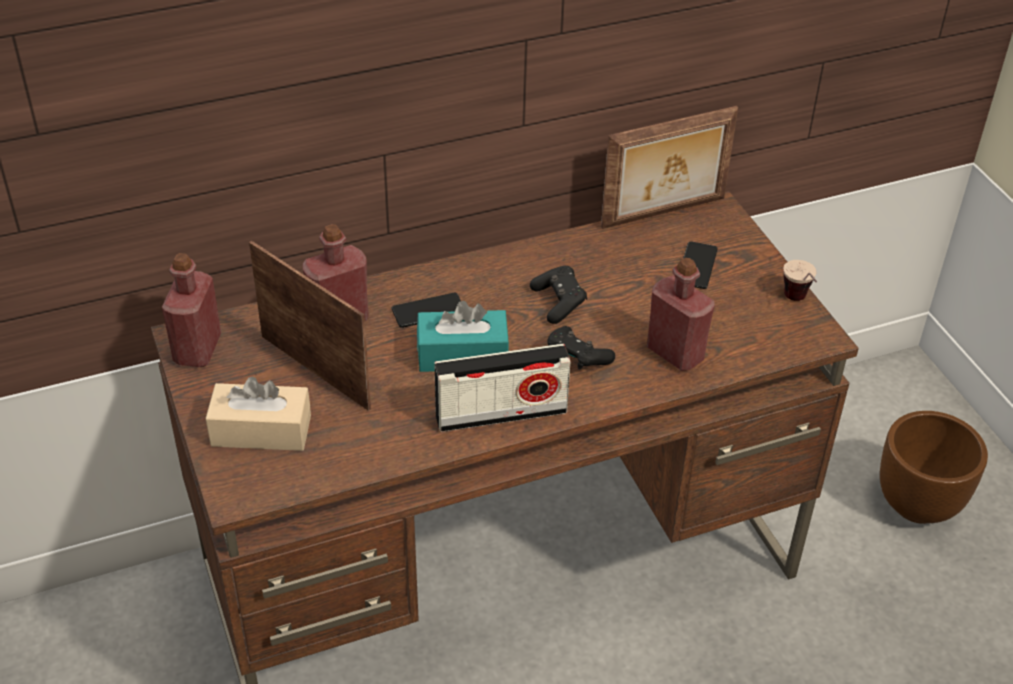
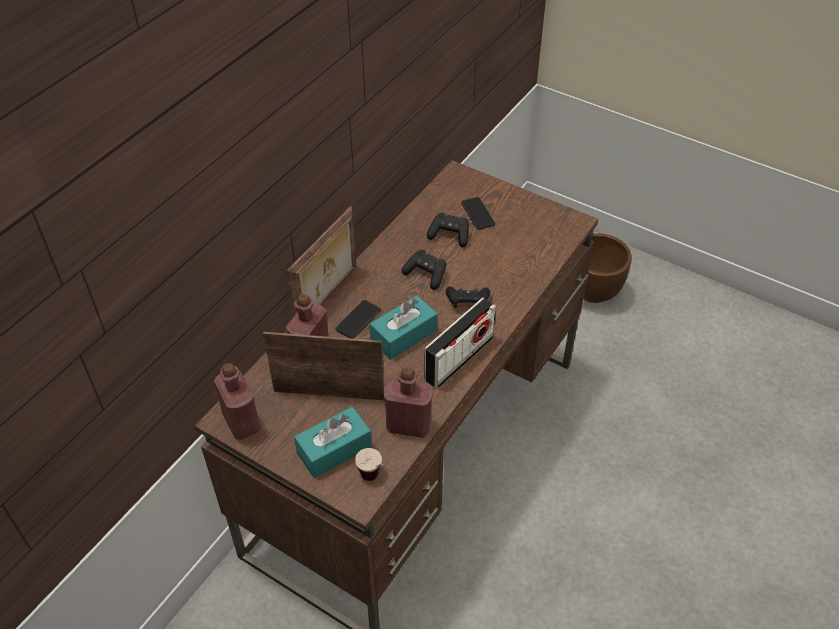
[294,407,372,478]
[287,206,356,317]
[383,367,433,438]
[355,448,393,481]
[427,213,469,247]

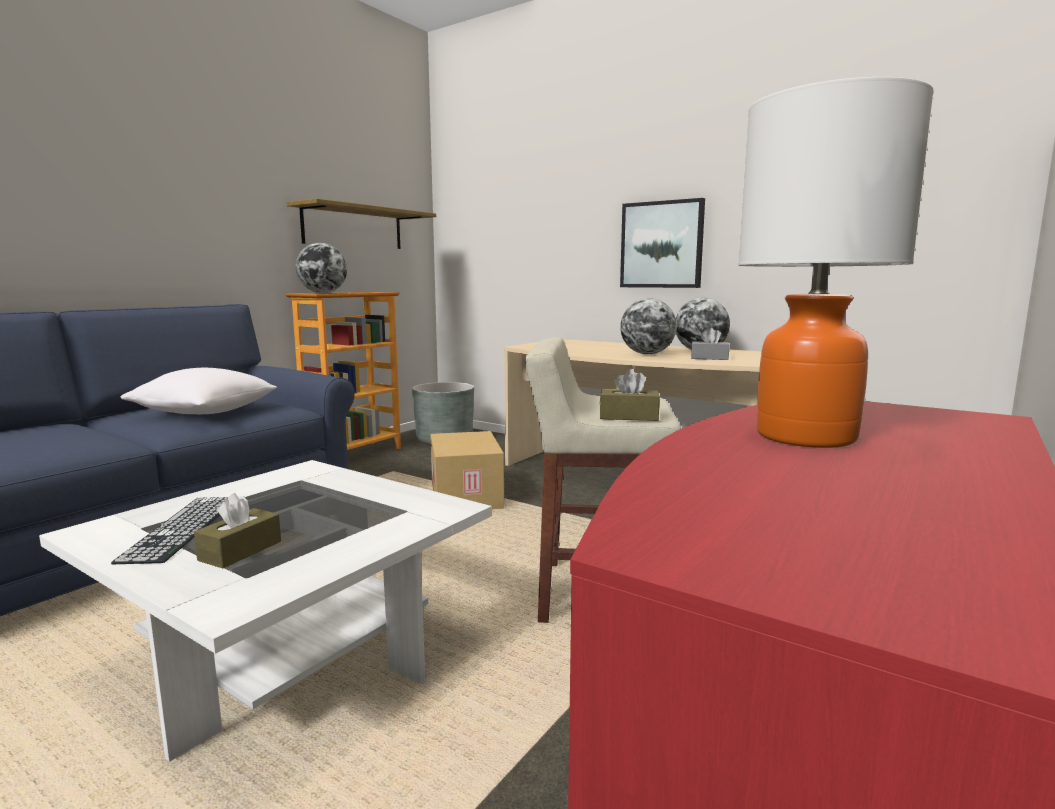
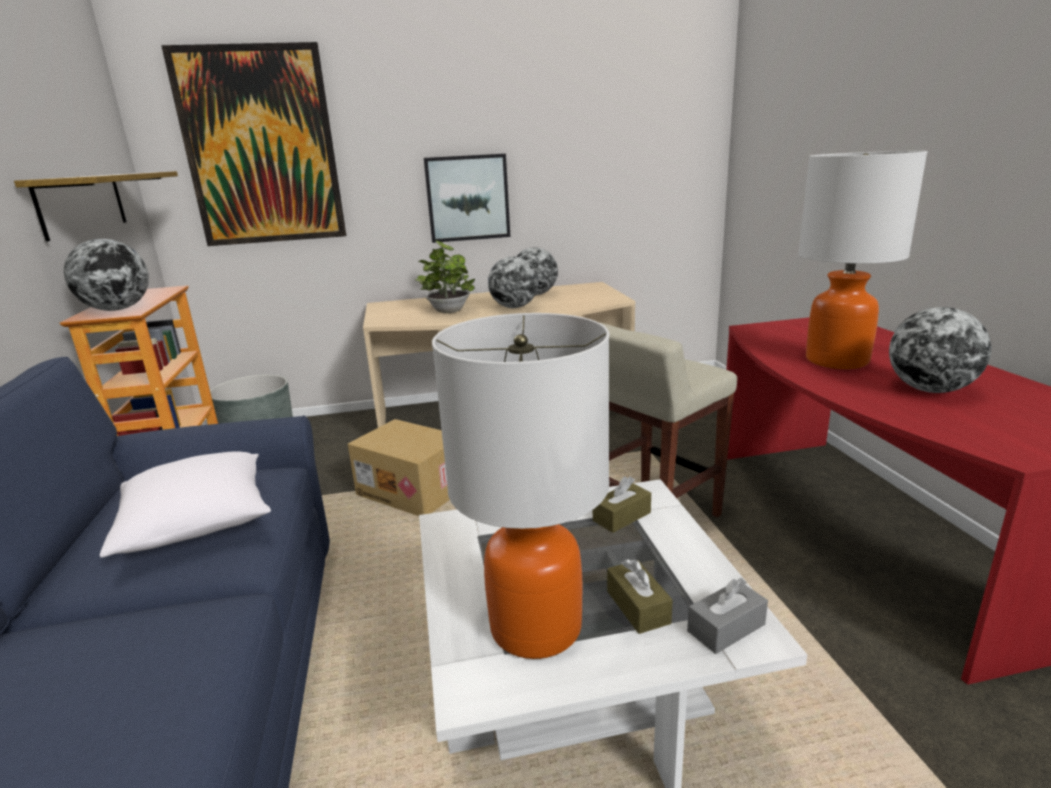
[432,313,609,659]
[593,476,651,533]
[687,578,768,654]
[161,42,346,246]
[415,241,475,313]
[889,307,991,393]

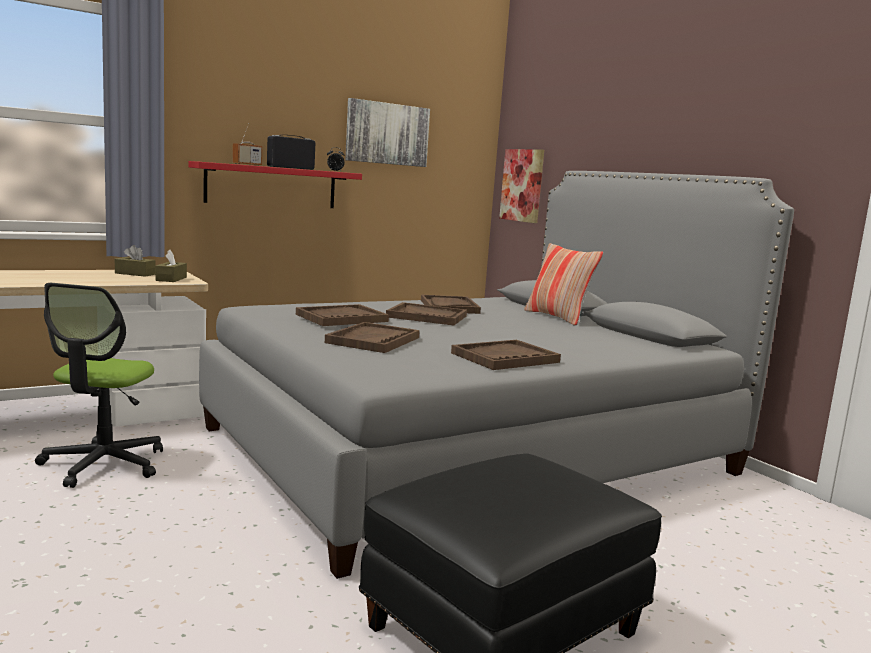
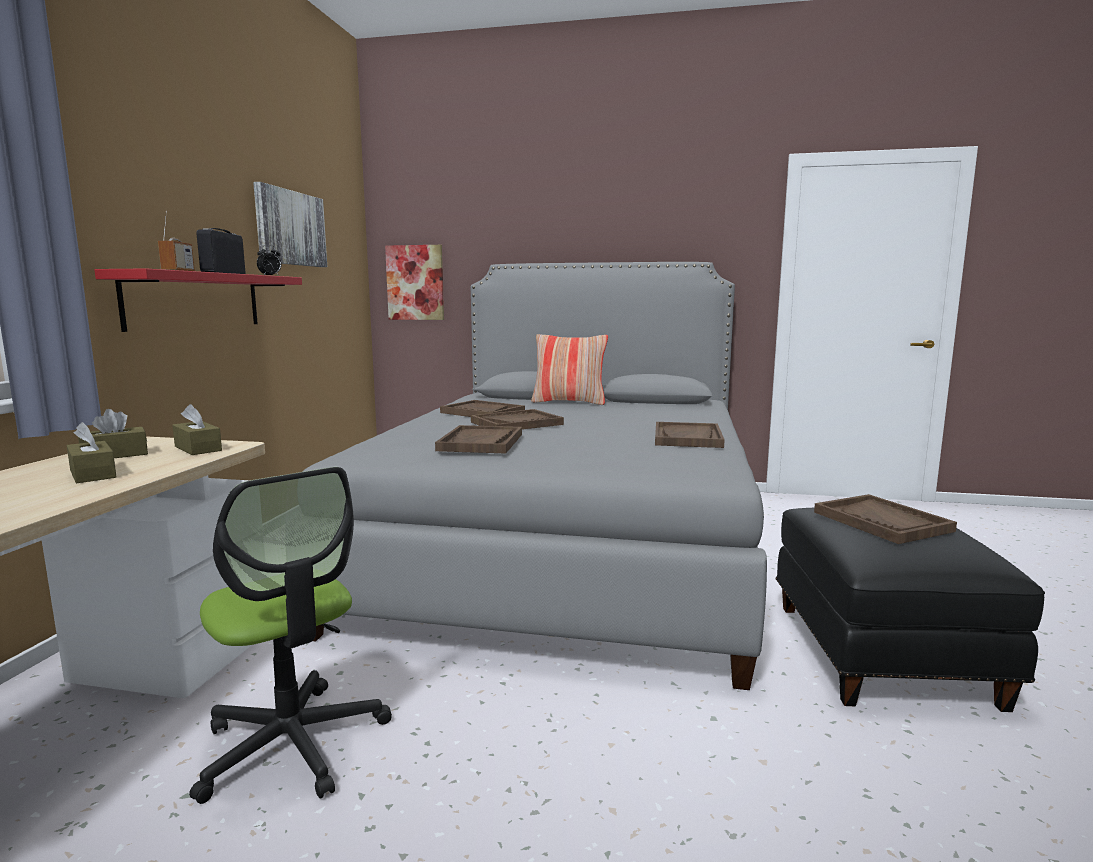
[814,494,957,544]
[67,422,116,483]

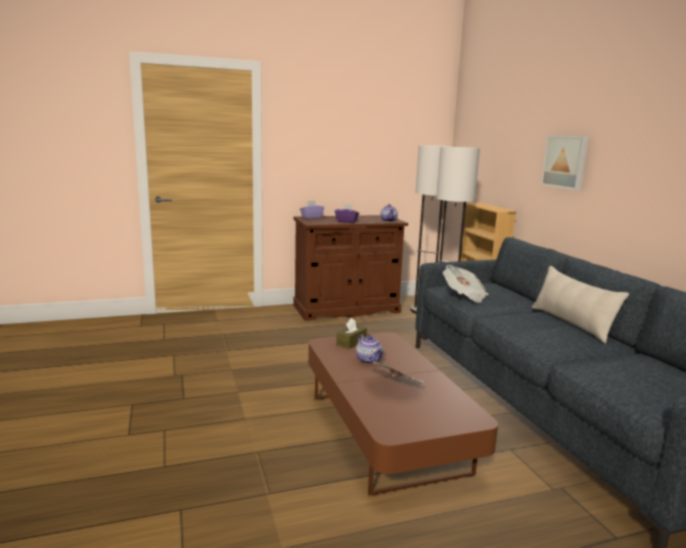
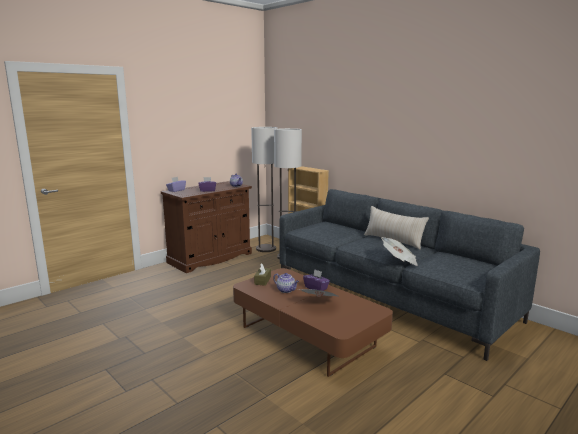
[381,237,418,266]
[541,136,589,190] (first image)
[303,269,330,291]

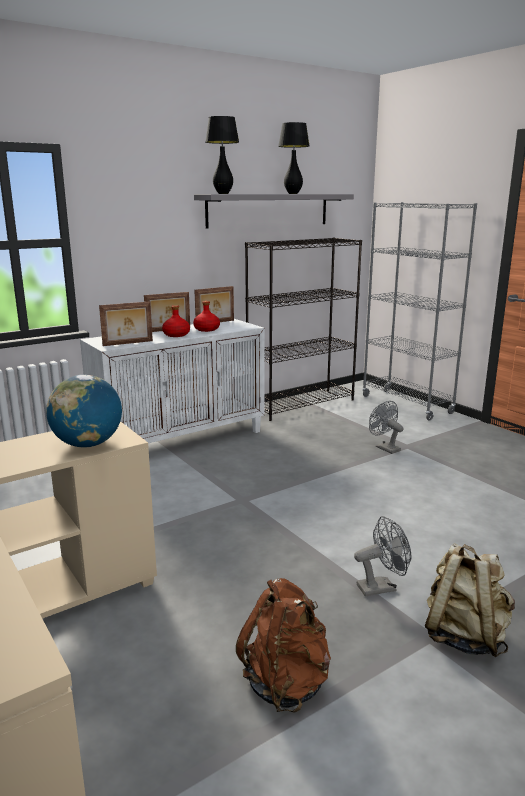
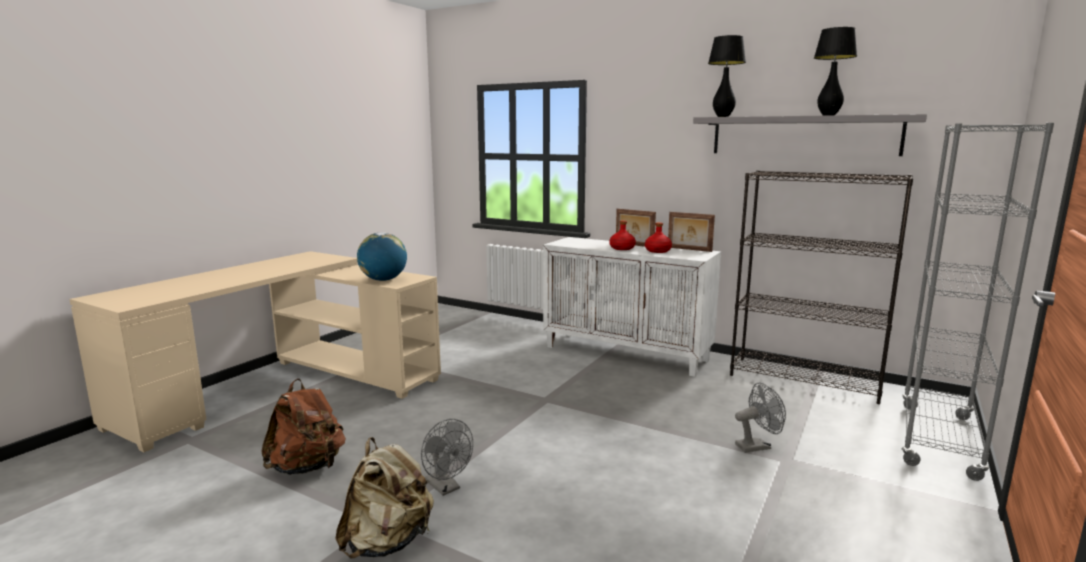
[99,301,153,346] (first image)
[735,382,786,453]

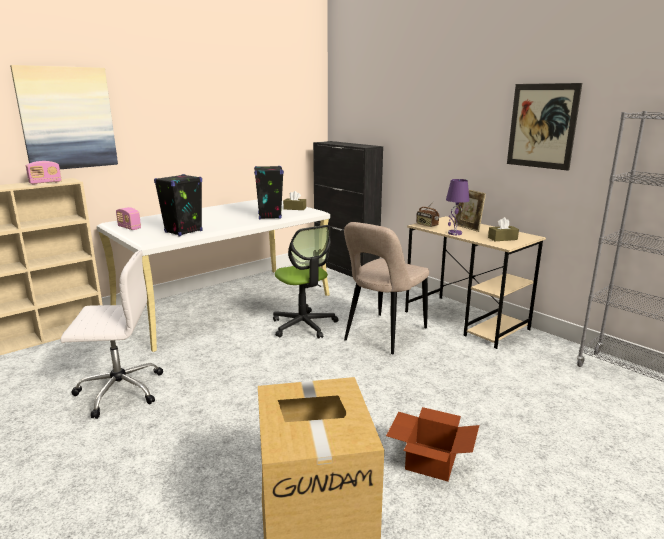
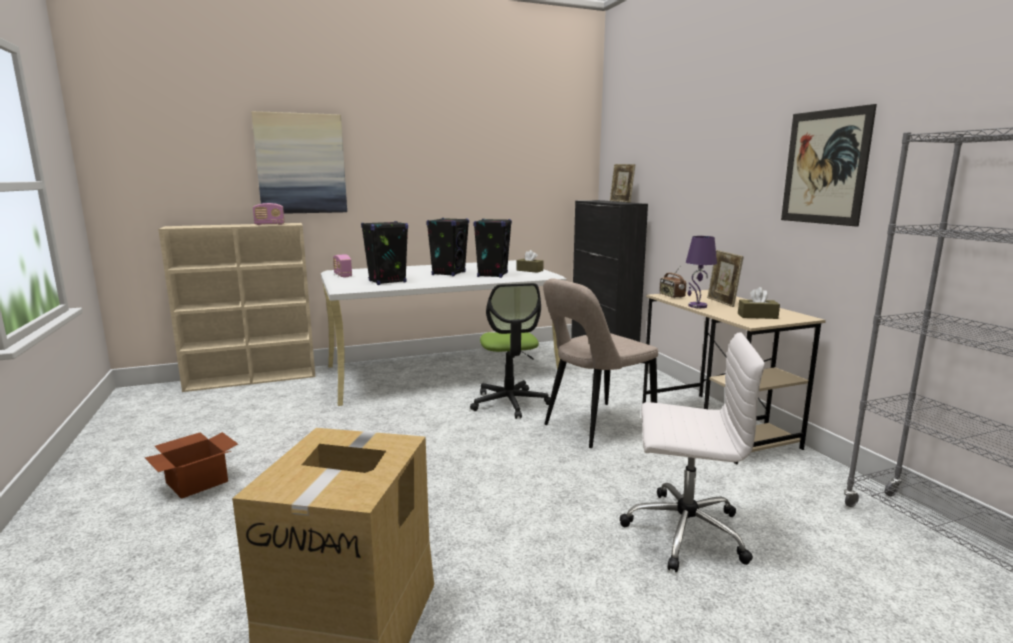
[620,332,765,572]
[145,432,238,499]
[426,218,469,276]
[610,164,636,202]

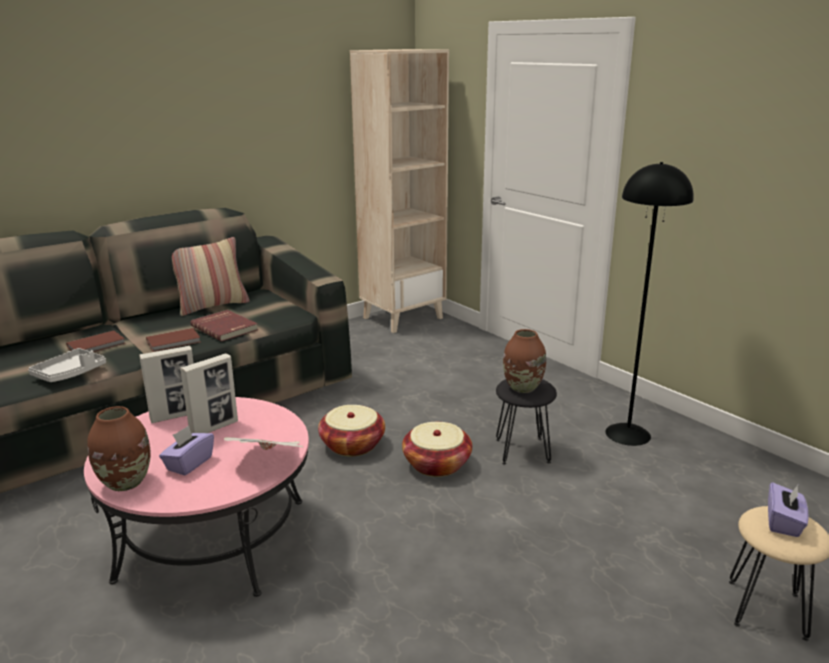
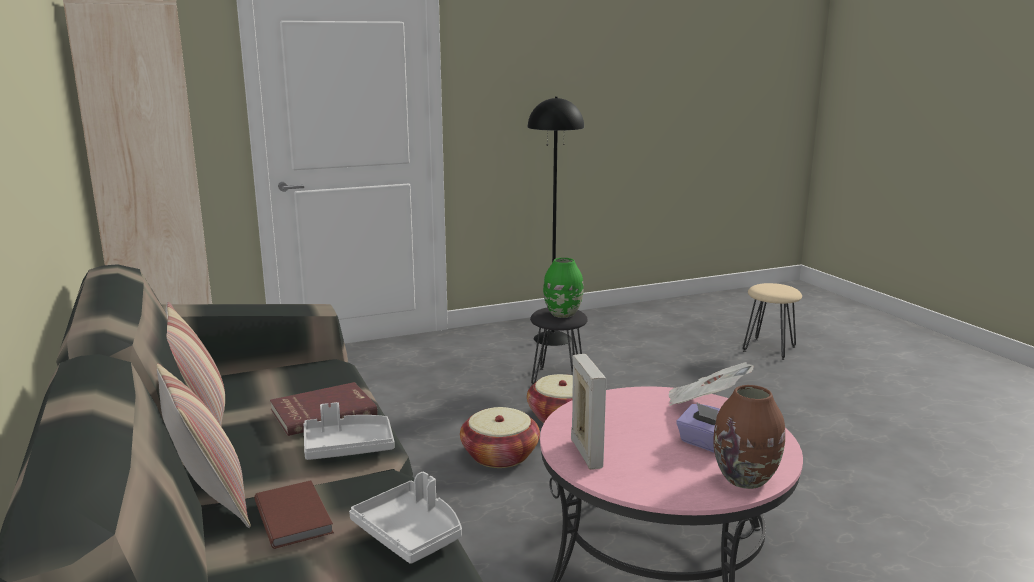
[304,402,394,460]
[180,354,238,434] (first image)
[543,258,584,318]
[768,482,809,537] (first image)
[157,363,251,528]

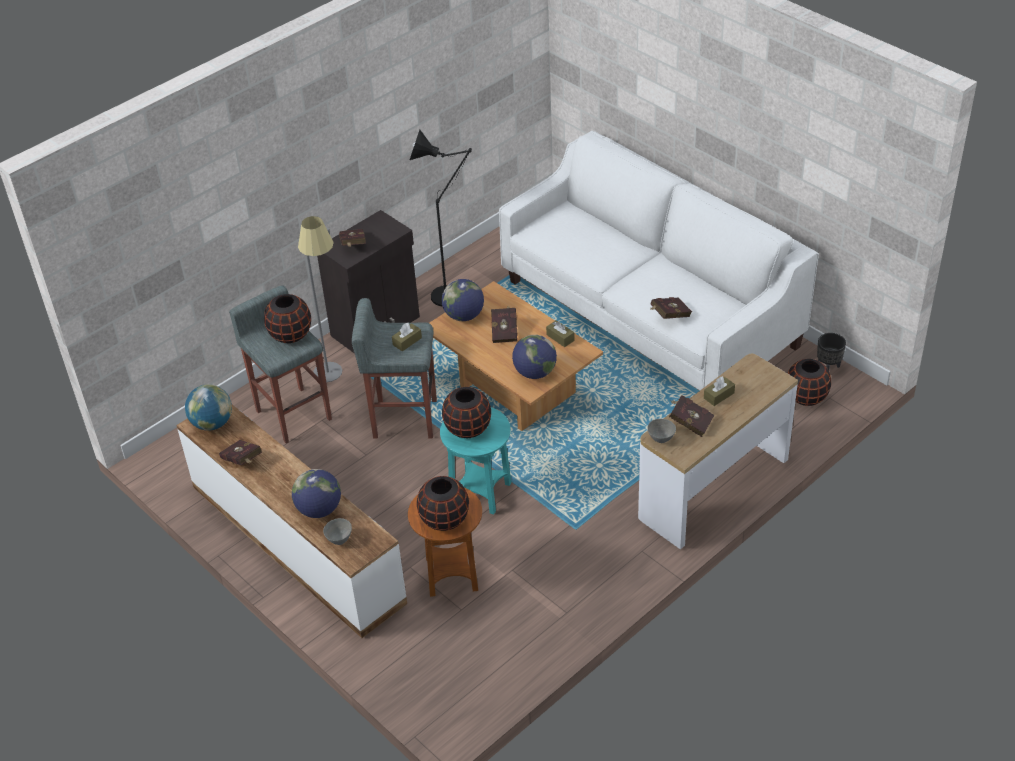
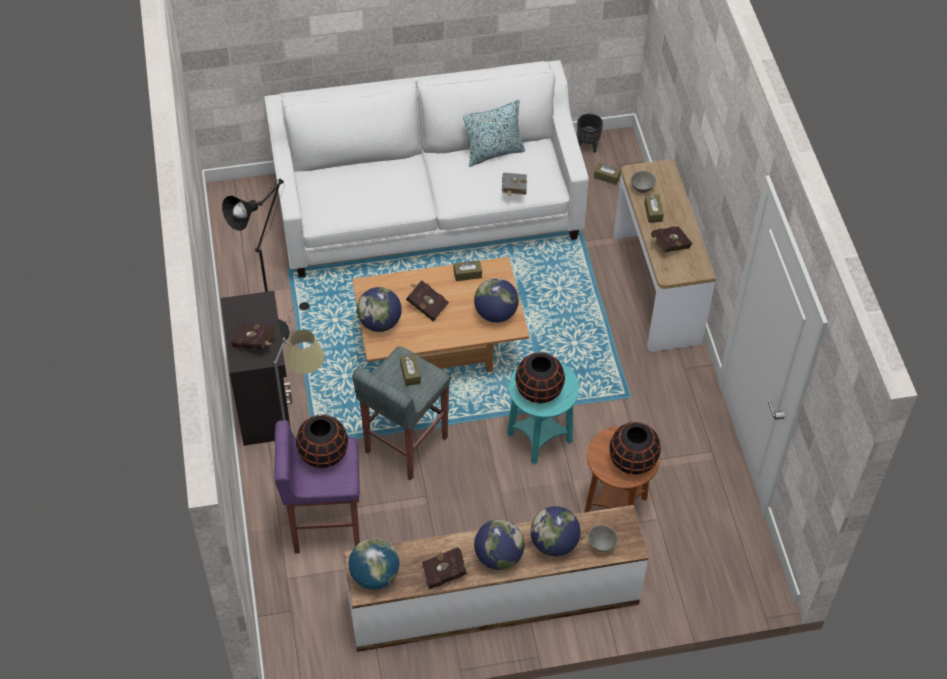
[274,420,360,554]
[631,171,656,193]
[502,173,527,196]
[594,163,621,185]
[463,100,525,167]
[474,519,524,570]

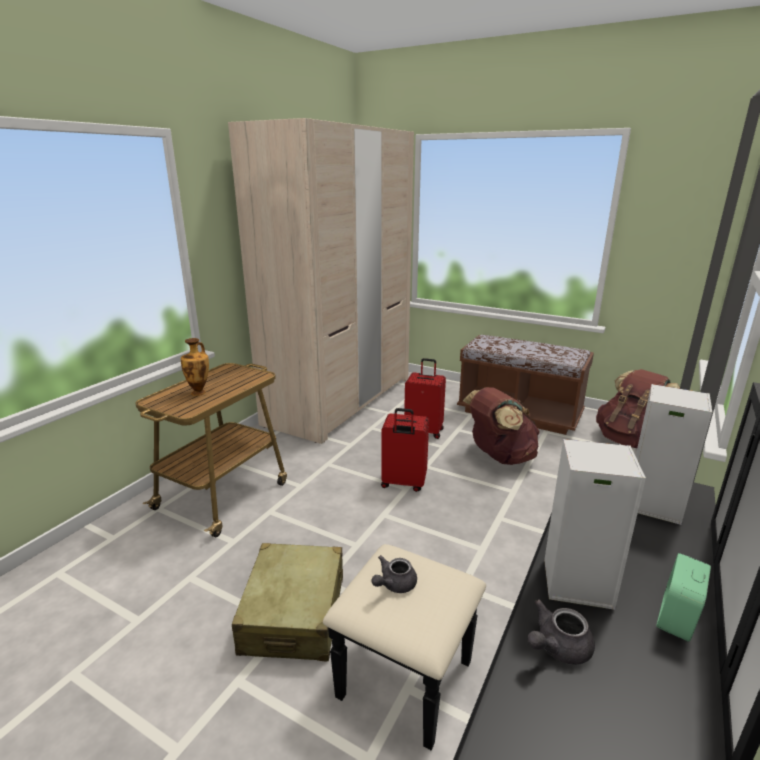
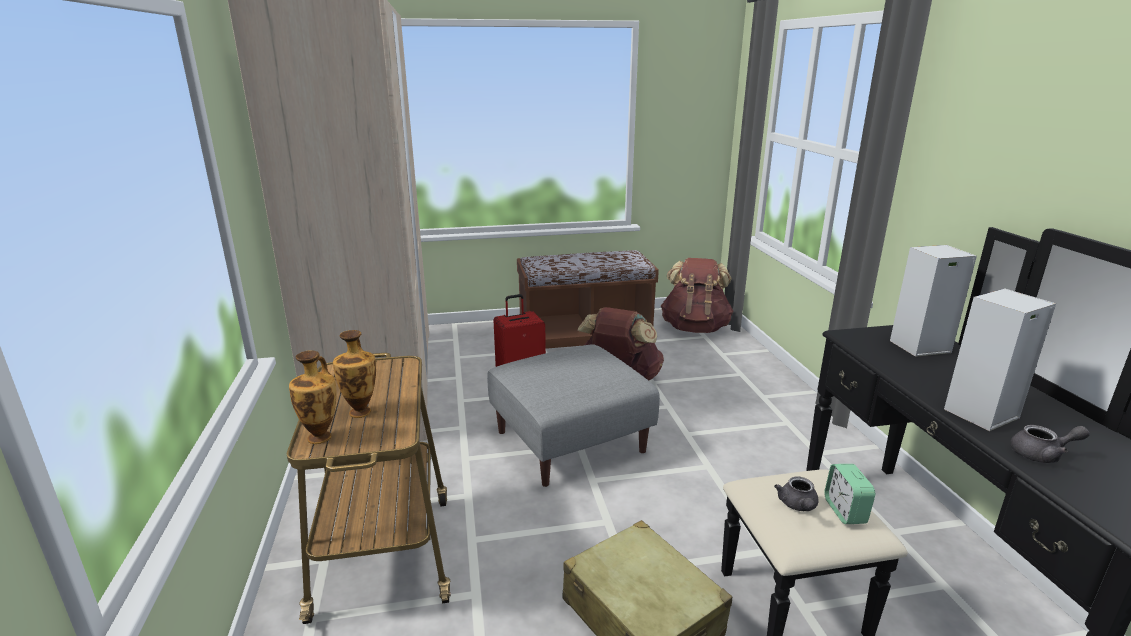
[487,345,660,487]
[1010,425,1090,463]
[824,464,875,524]
[289,350,337,444]

